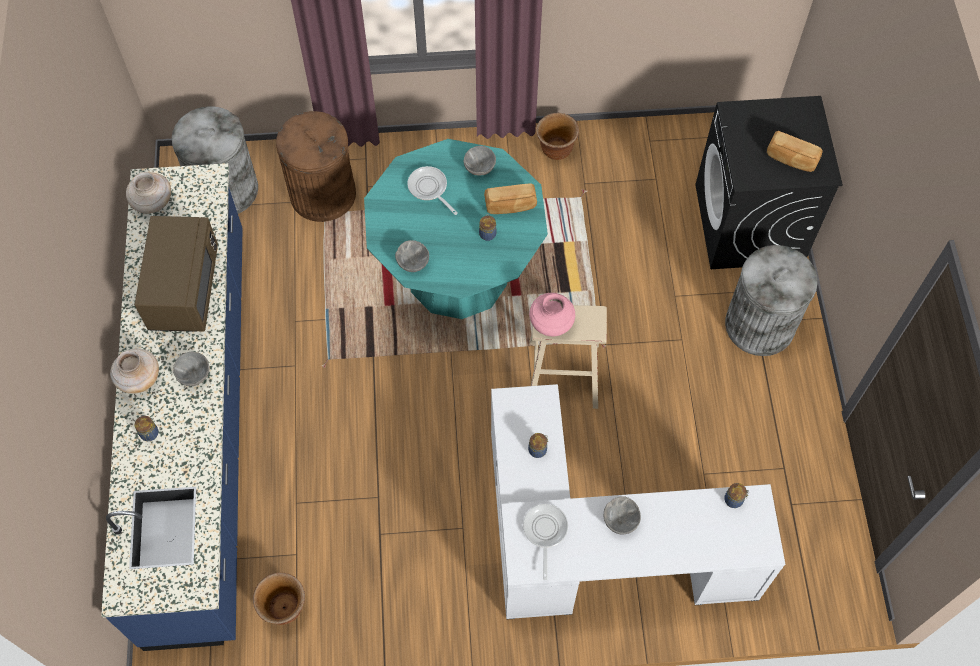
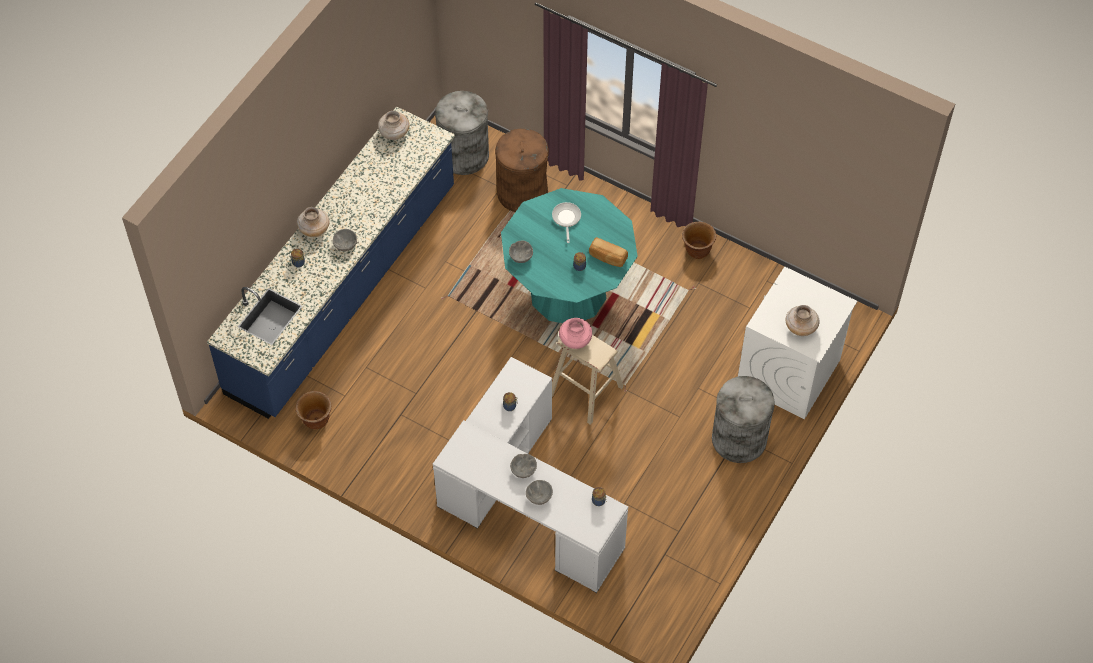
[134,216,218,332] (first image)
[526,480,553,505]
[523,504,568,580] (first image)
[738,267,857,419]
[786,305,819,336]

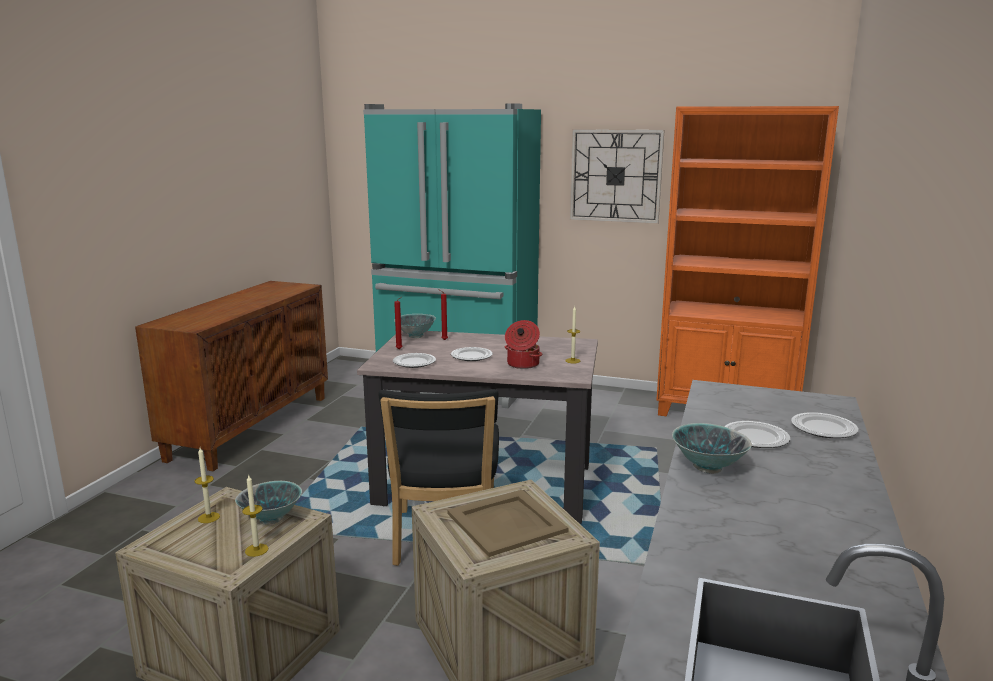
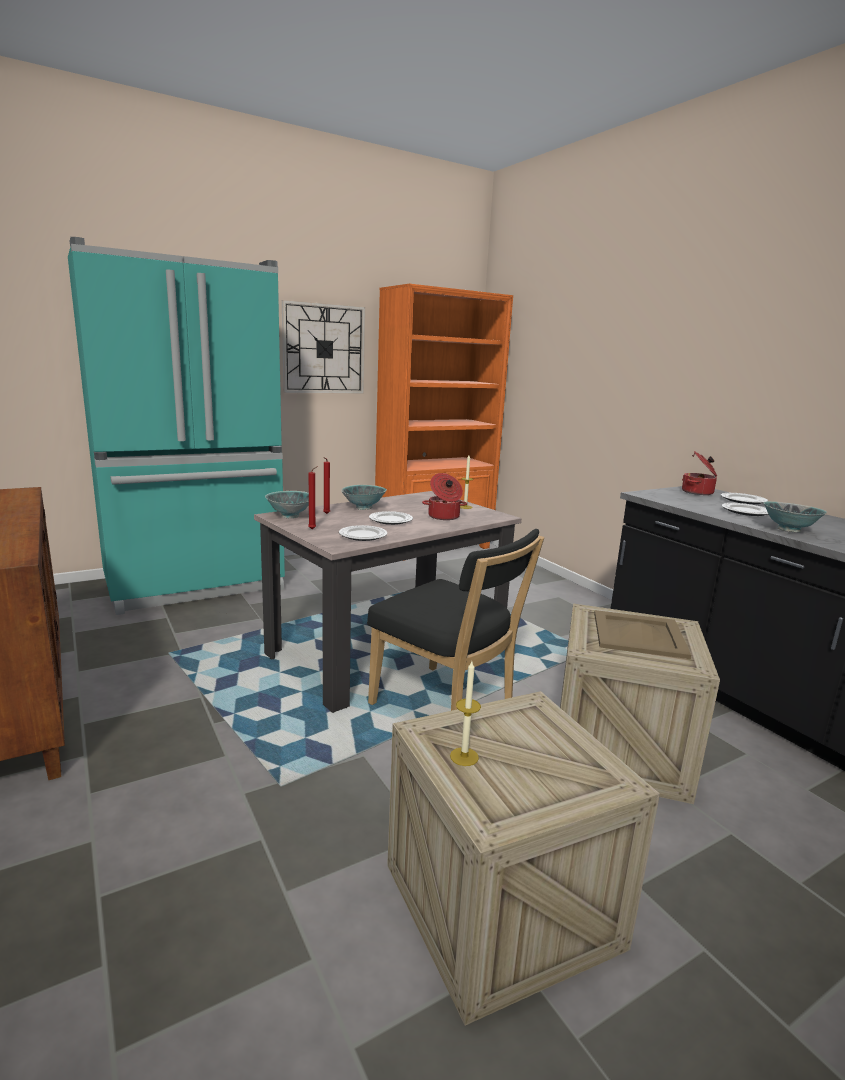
[341,485,387,510]
[242,474,268,557] (first image)
[682,451,717,495]

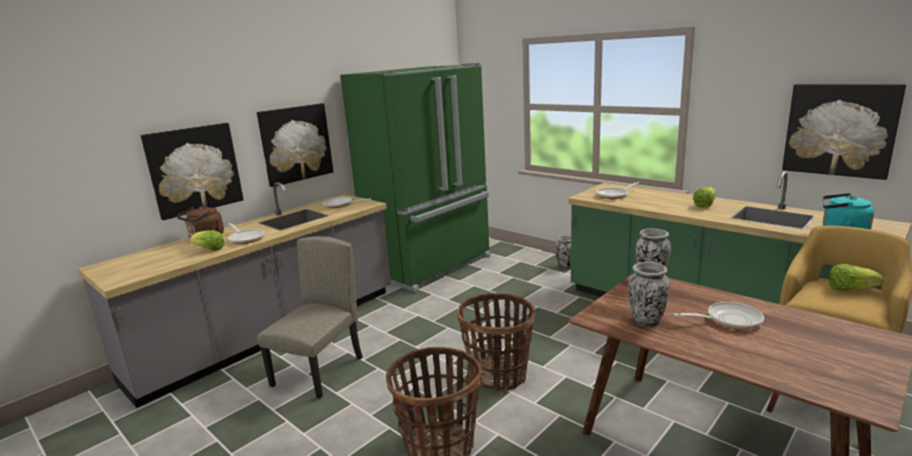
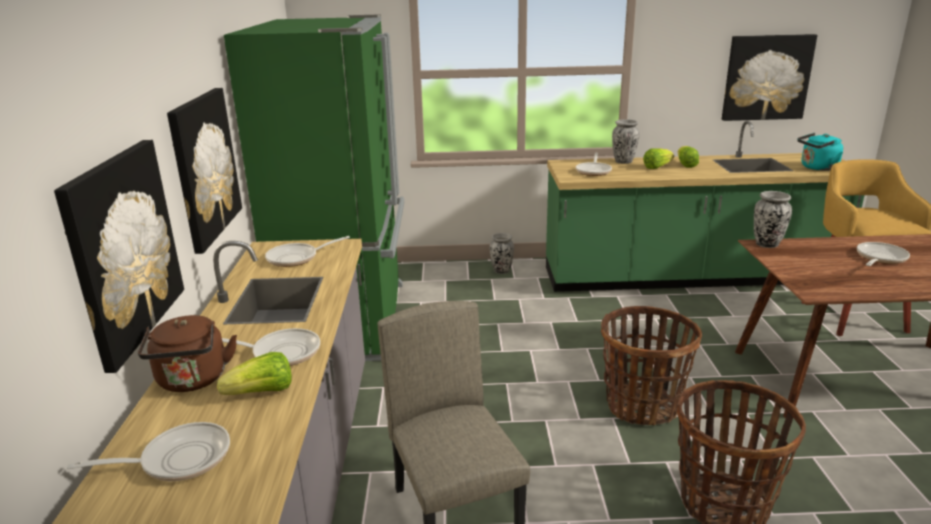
[612,119,639,164]
[643,148,674,169]
[67,422,230,481]

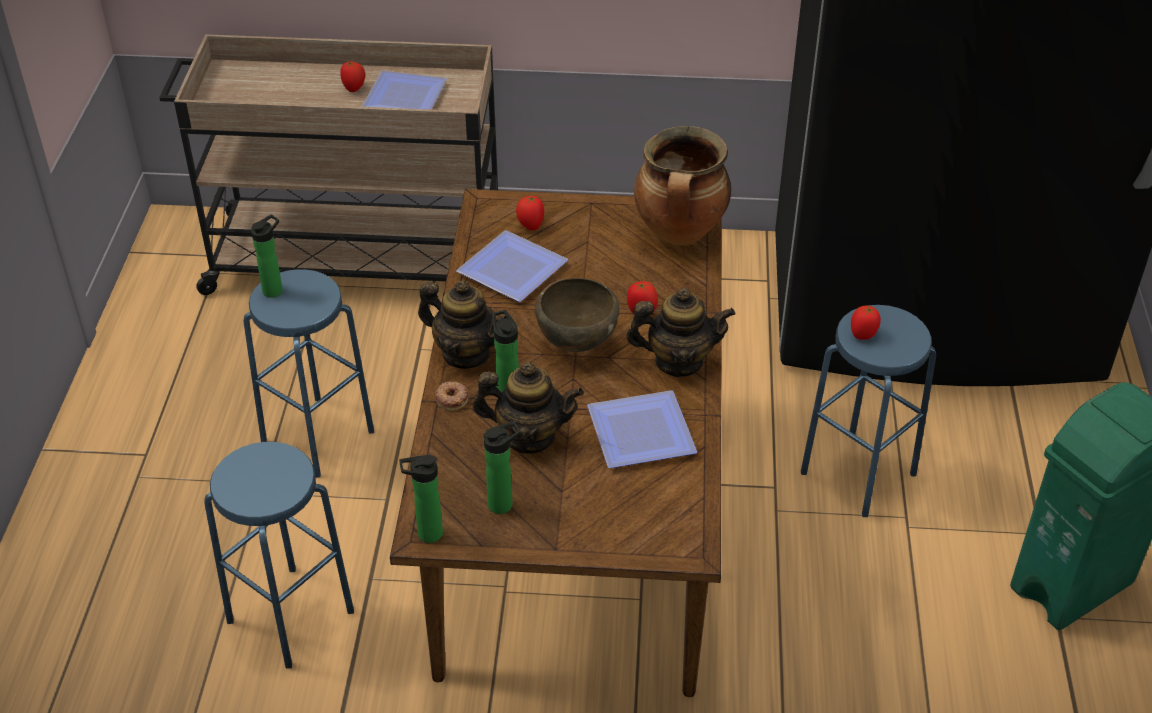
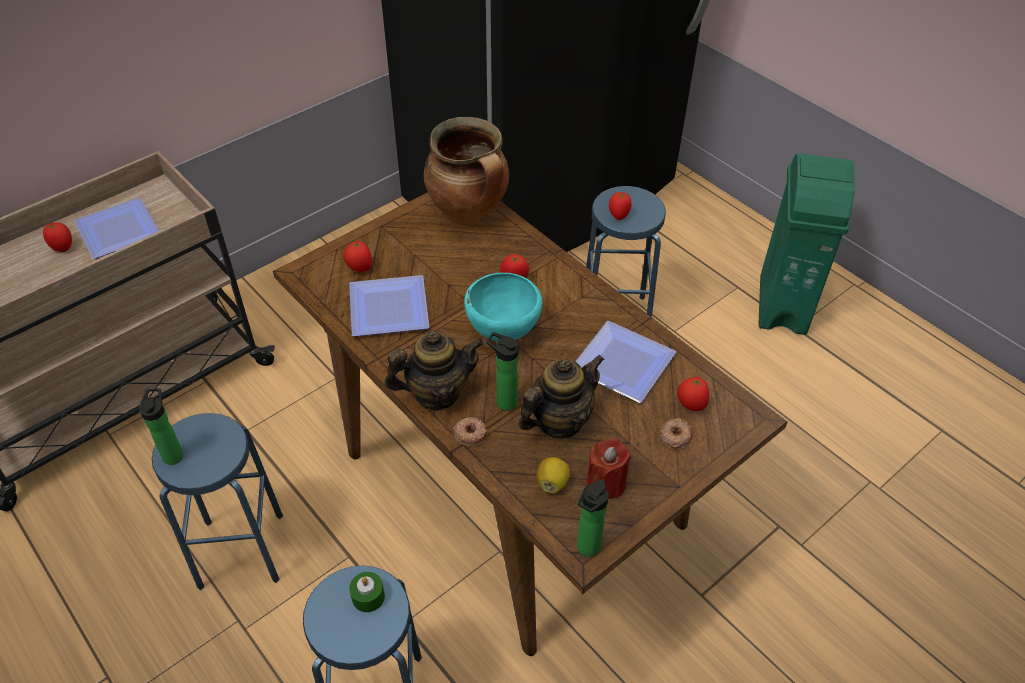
[587,438,631,499]
[464,273,543,341]
[626,288,735,377] (first image)
[349,572,385,612]
[537,457,570,493]
[660,418,692,450]
[677,377,709,411]

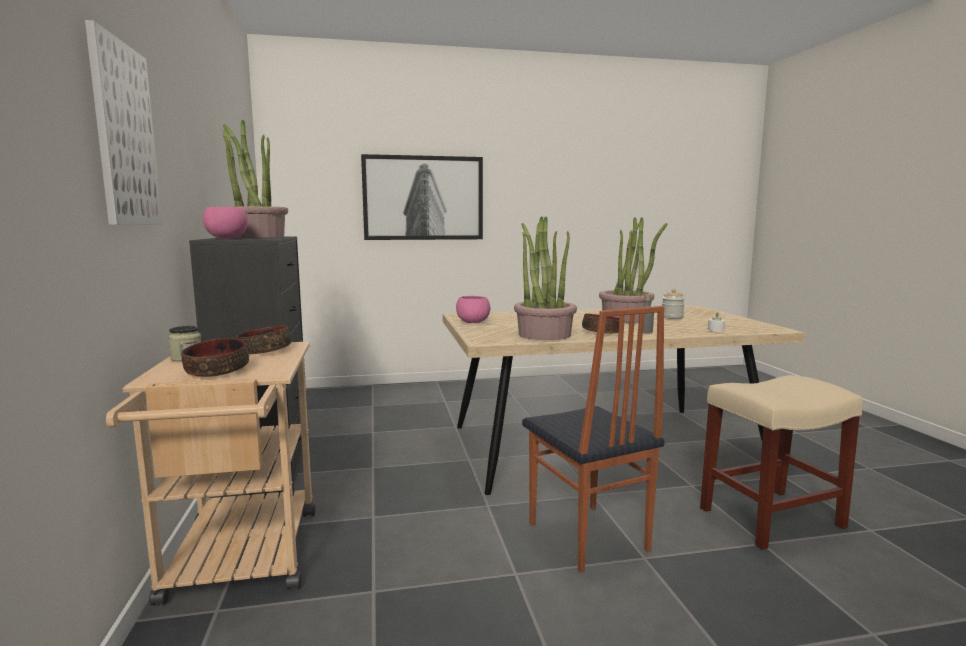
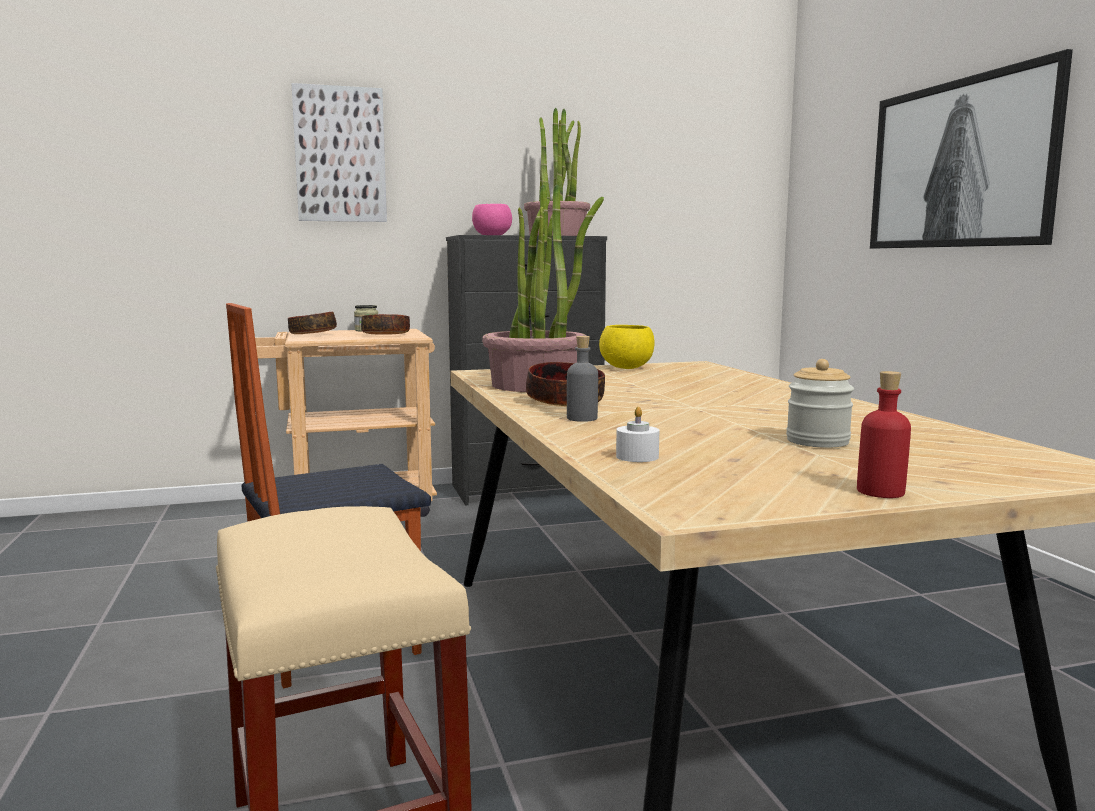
[599,325,655,369]
[599,217,667,323] (first image)
[857,371,911,498]

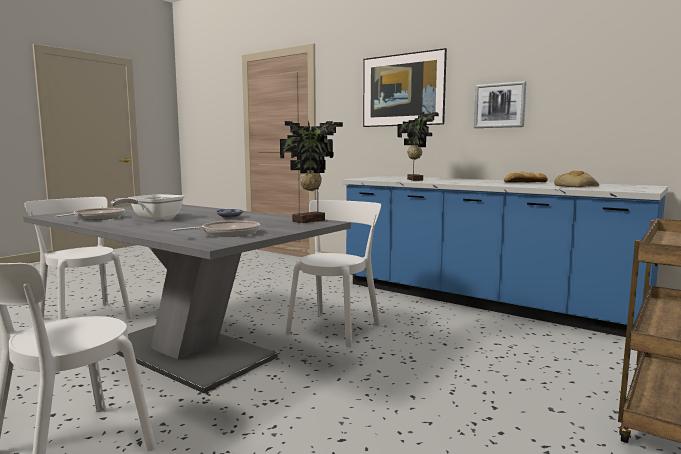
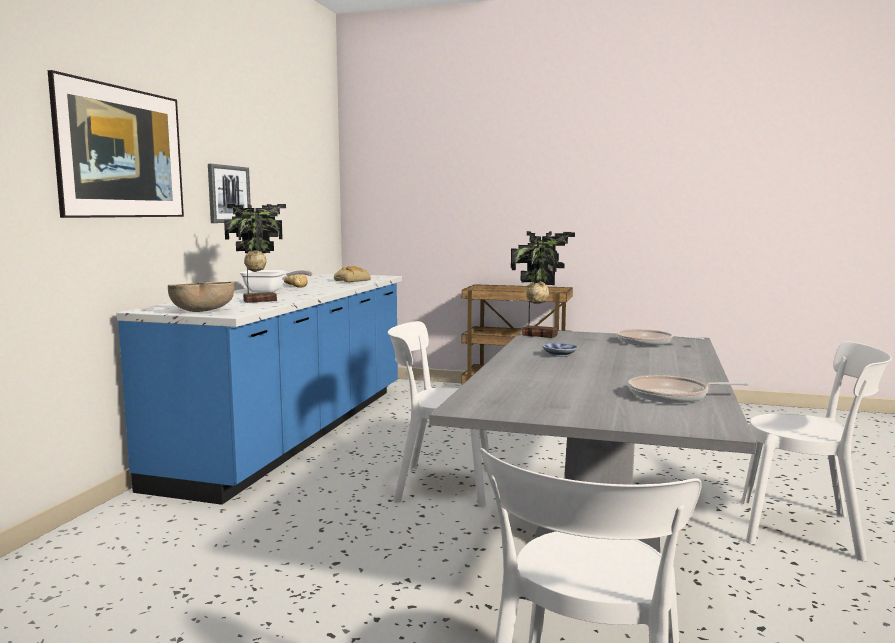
[240,270,313,293]
[168,282,234,312]

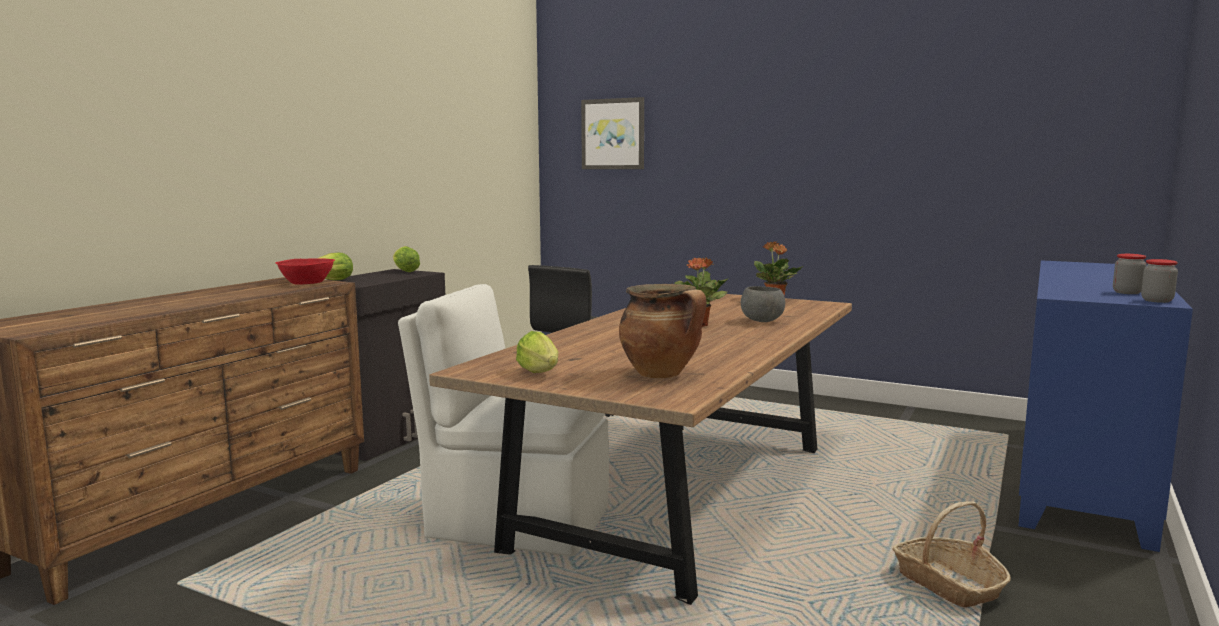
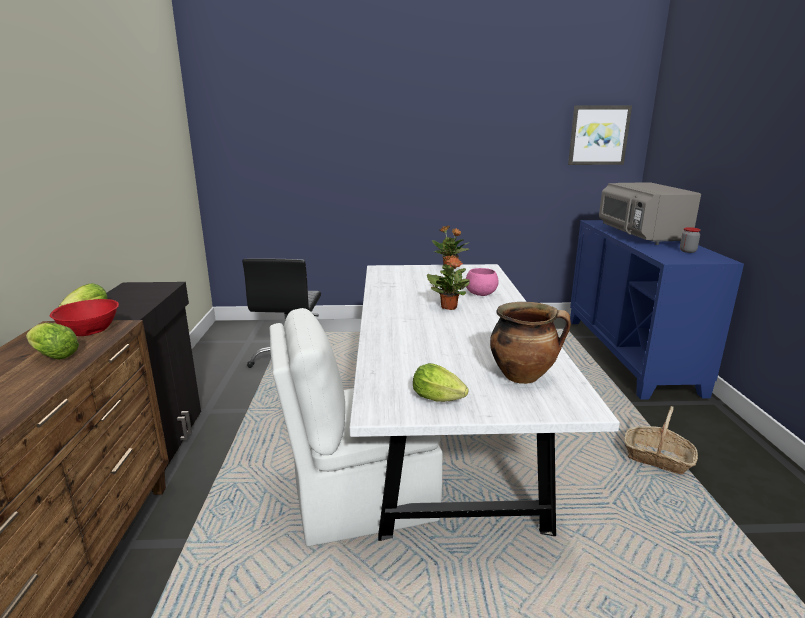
[26,323,79,360]
[349,264,620,541]
[568,105,632,165]
[466,268,499,296]
[1141,259,1178,303] (first image)
[599,182,701,245]

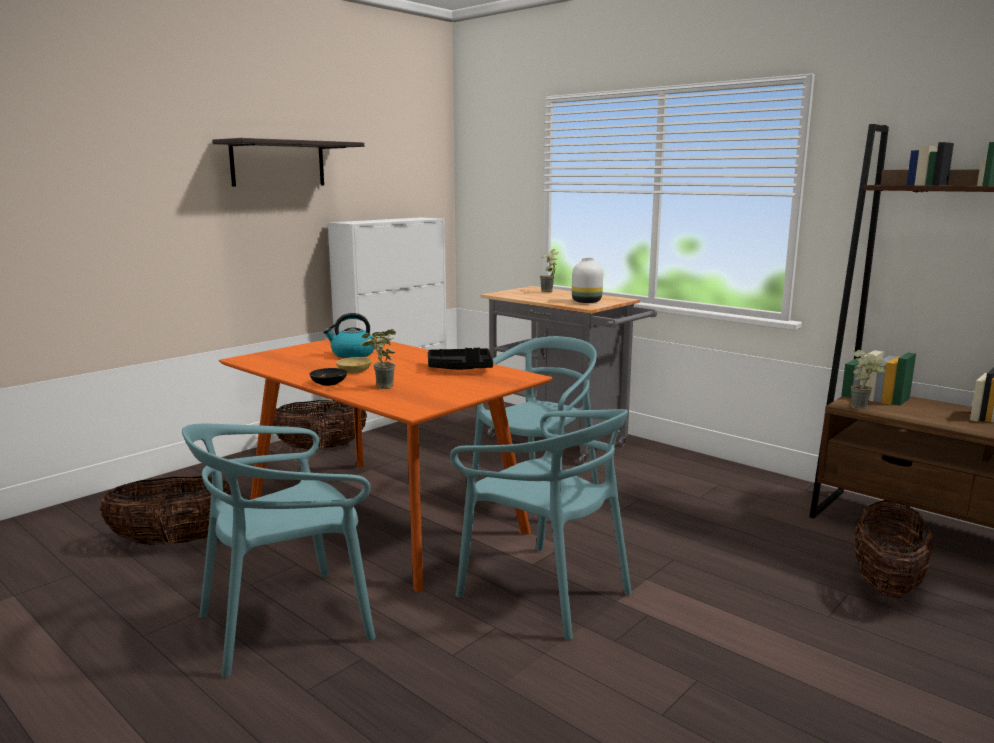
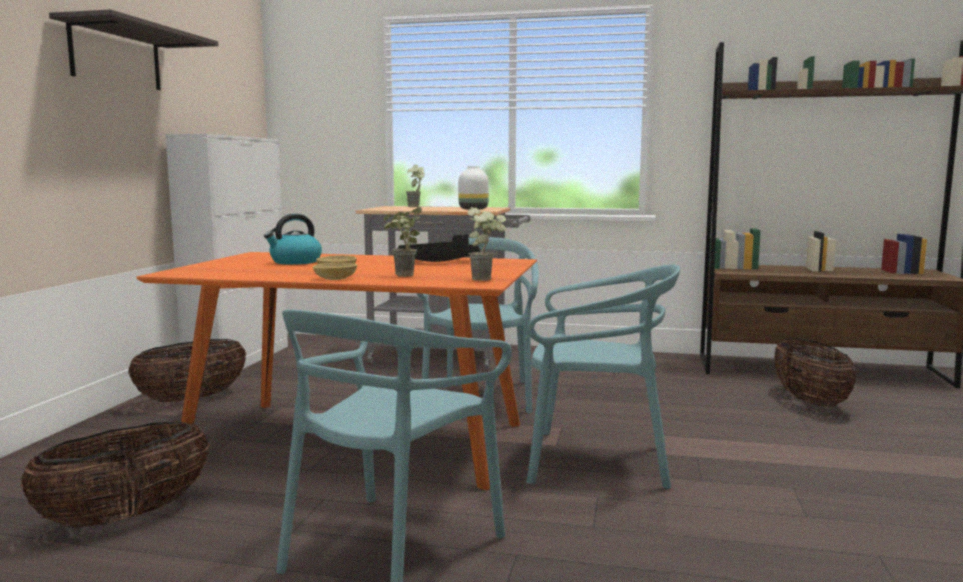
[313,263,357,280]
[467,207,506,281]

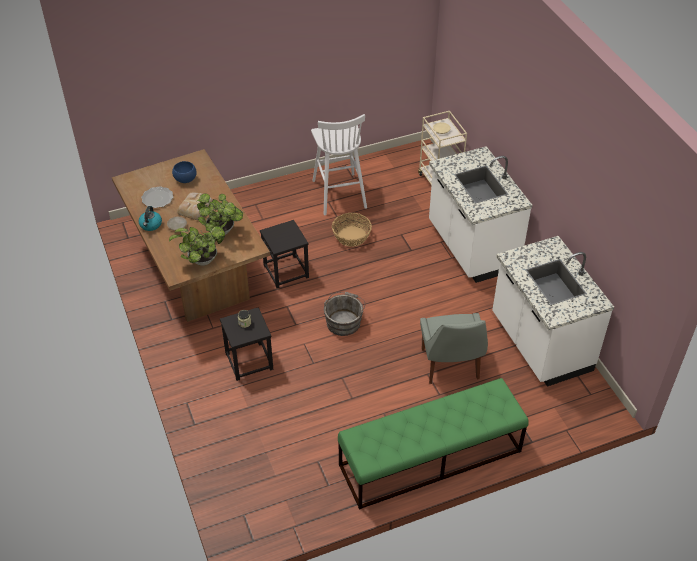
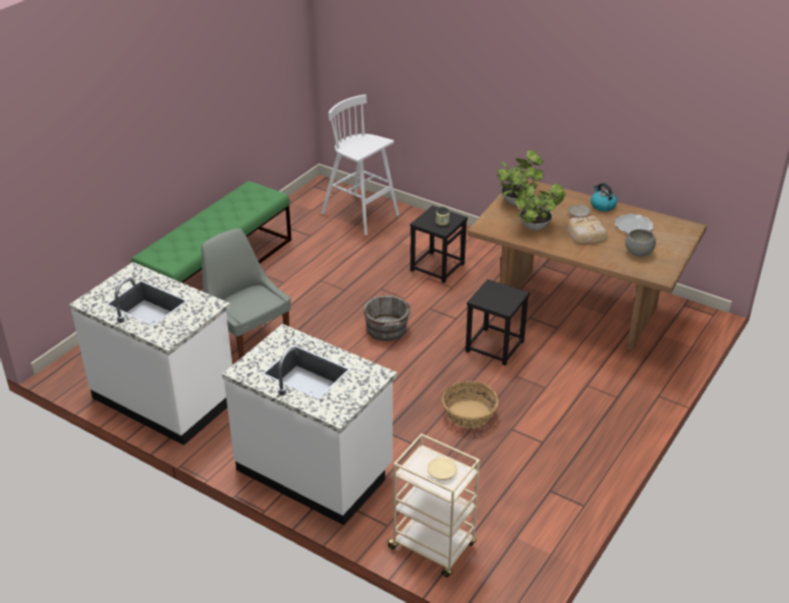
[625,229,656,256]
[321,94,399,235]

